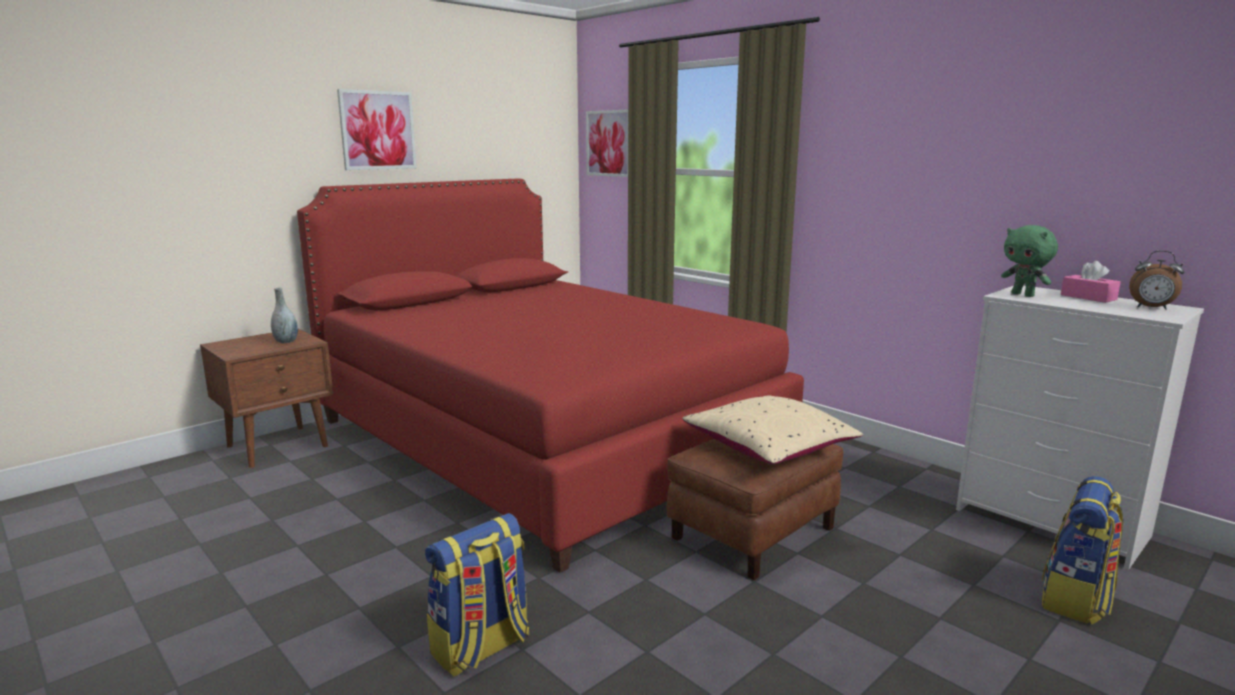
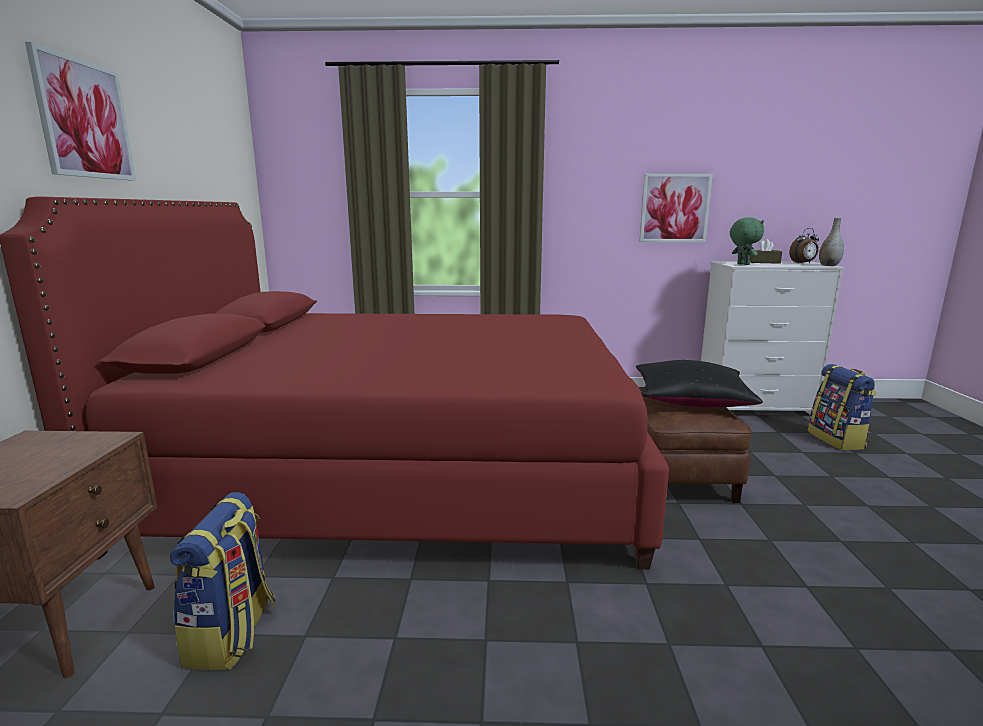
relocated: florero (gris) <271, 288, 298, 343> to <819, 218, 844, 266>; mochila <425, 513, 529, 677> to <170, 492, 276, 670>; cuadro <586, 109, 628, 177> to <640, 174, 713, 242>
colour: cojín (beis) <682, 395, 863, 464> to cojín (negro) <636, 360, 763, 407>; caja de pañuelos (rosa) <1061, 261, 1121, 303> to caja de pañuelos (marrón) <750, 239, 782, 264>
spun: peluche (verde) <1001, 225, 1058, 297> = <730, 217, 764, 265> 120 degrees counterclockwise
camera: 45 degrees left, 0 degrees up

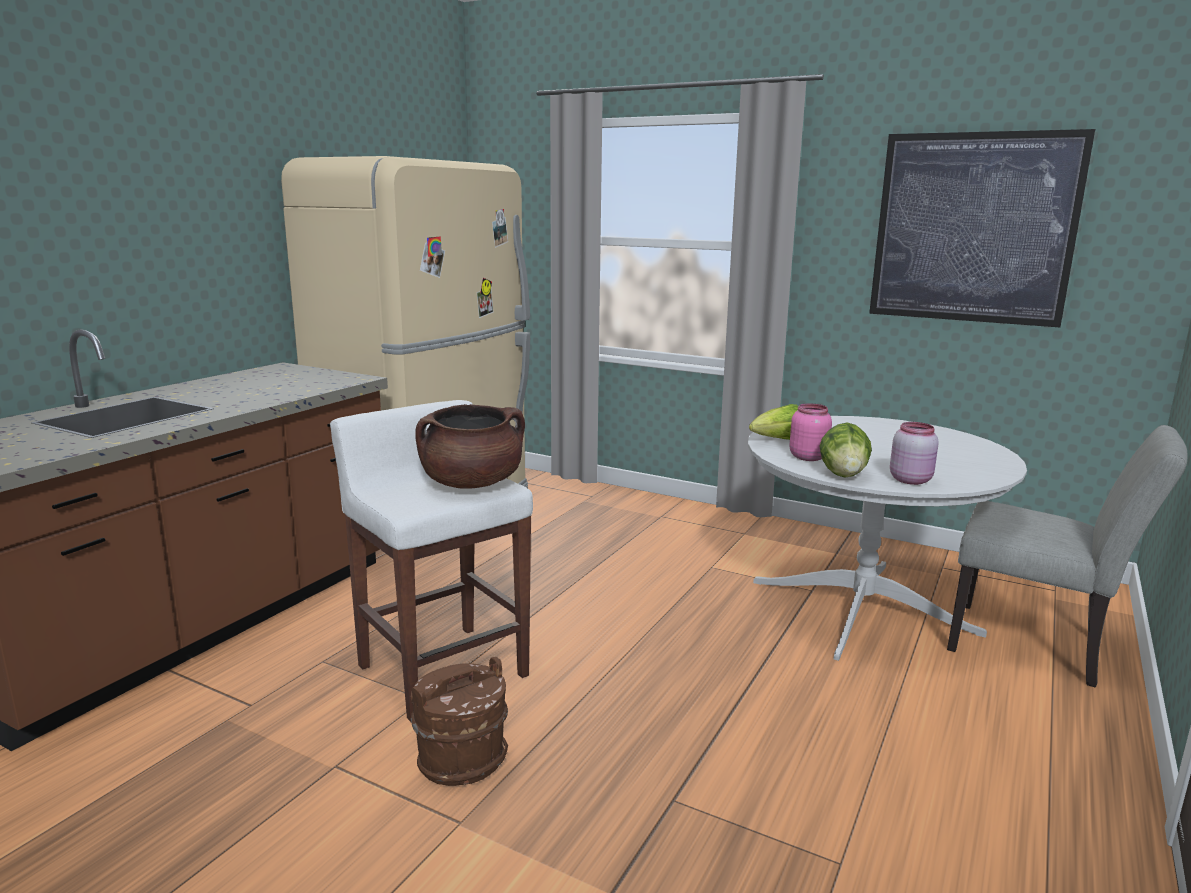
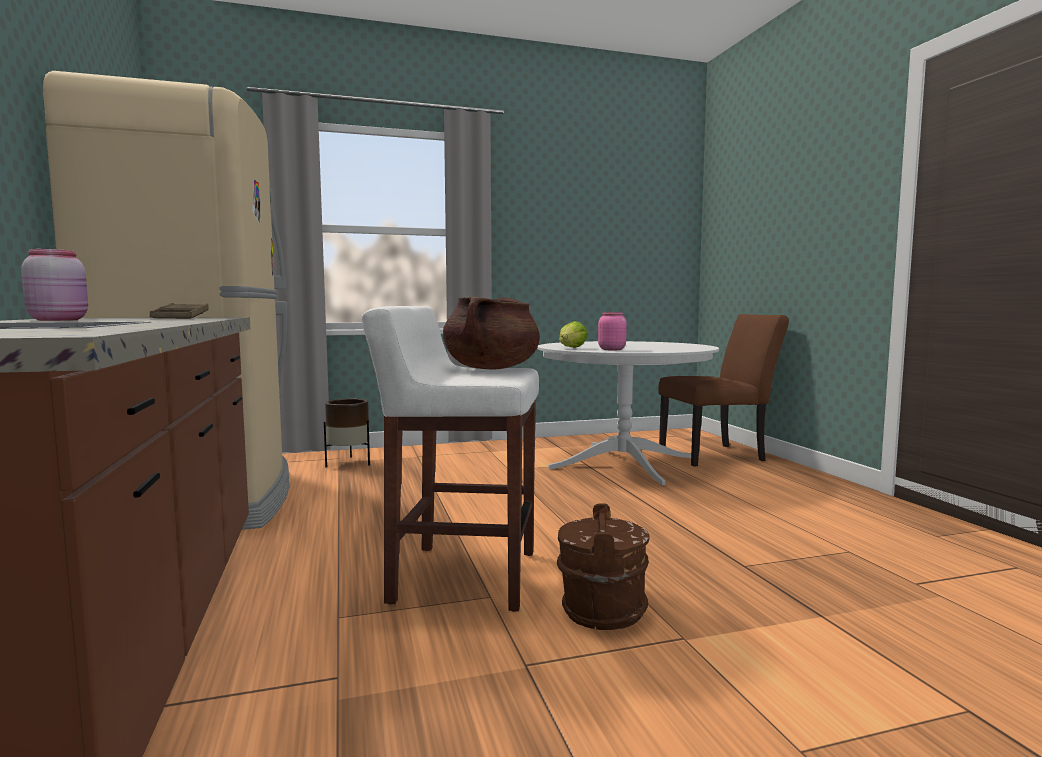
missing: lechuga <820, 422, 872, 478>; cuadro <869, 129, 1095, 327>
appeared: bandeja (marrón) <150, 303, 209, 319>; maceta (marrón) <324, 398, 370, 467>
relocated: tarro (rosa) <890, 422, 939, 485> to <21, 249, 88, 321>
colour: silla (gris) <947, 425, 1188, 687> to silla (marrón) <658, 314, 789, 467>
camera: 45 degrees left, 10 degrees down

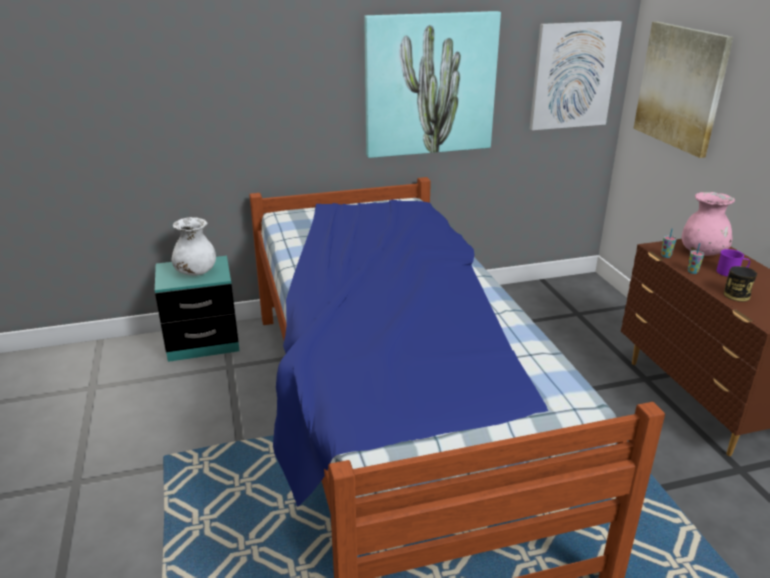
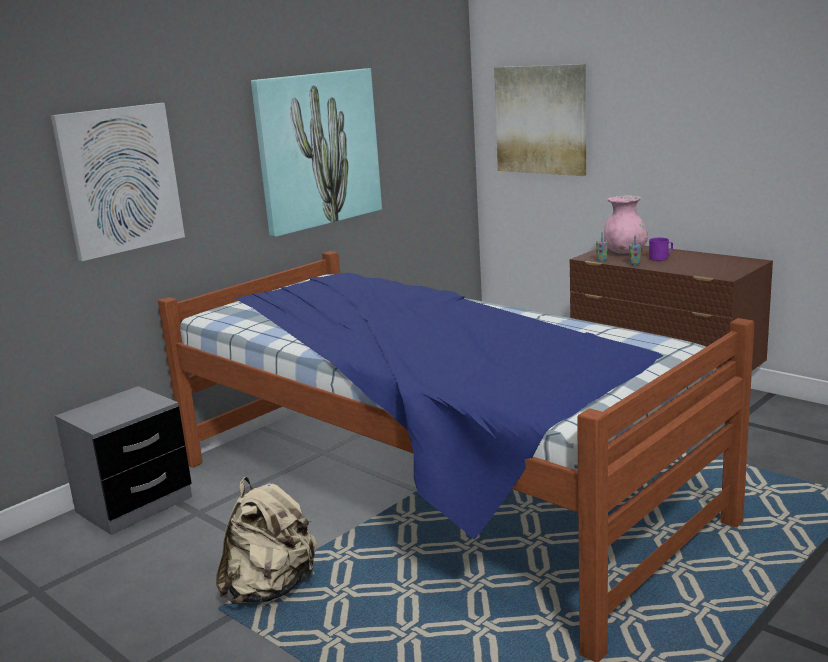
missing: florero (blanco) <171, 217, 216, 276>; lata <724, 266, 757, 302>
appeared: mochila (beis) <216, 477, 317, 604>
relocated: cuadro <530, 21, 622, 130> to <51, 103, 185, 261>
colour: mesita de noche (turquesa) <155, 256, 240, 362> to mesita de noche (gris) <55, 386, 192, 535>
camera: 30 degrees left, 10 degrees down

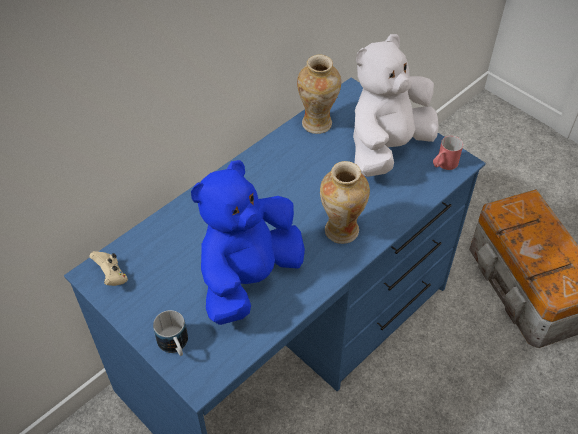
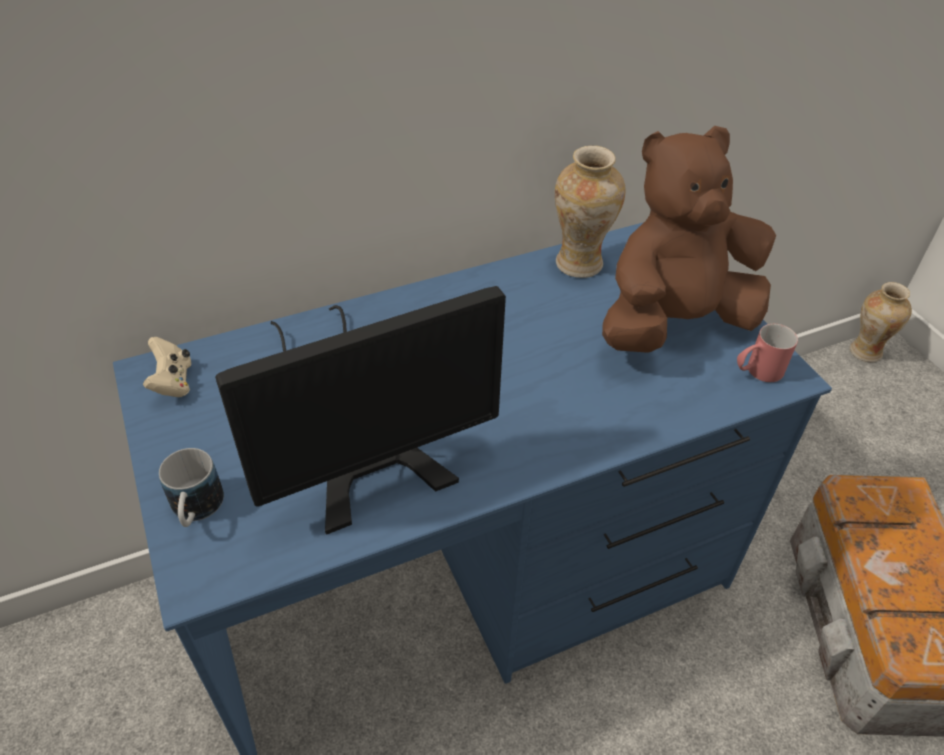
relocated: florero <320, 161, 370, 244> to <850, 282, 912, 362>
exchanged: peluche (azul) <191, 160, 305, 325> to monitor <215, 286, 506, 535>
colour: peluche (blanco) <353, 34, 439, 177> to peluche (marrón) <602, 126, 776, 353>
camera: 20 degrees right, 5 degrees down

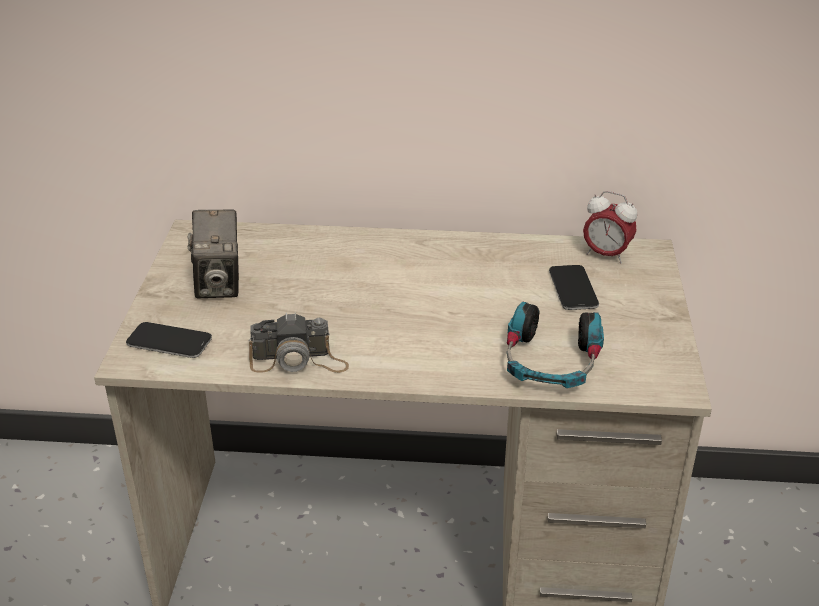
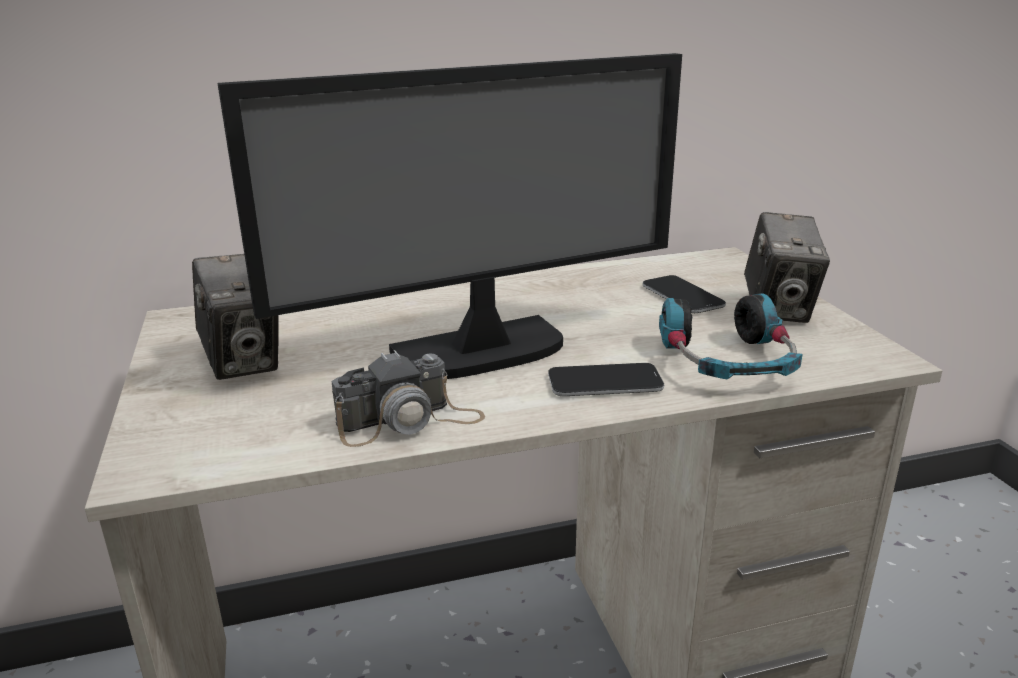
missing: despertador <583, 191, 637, 264>
appeared: monitor <217, 53, 682, 379>; cámara <744, 212, 830, 323>
relocated: móvil <126, 322, 212, 358> to <548, 363, 664, 396>
camera: 20 degrees left, 10 degrees down

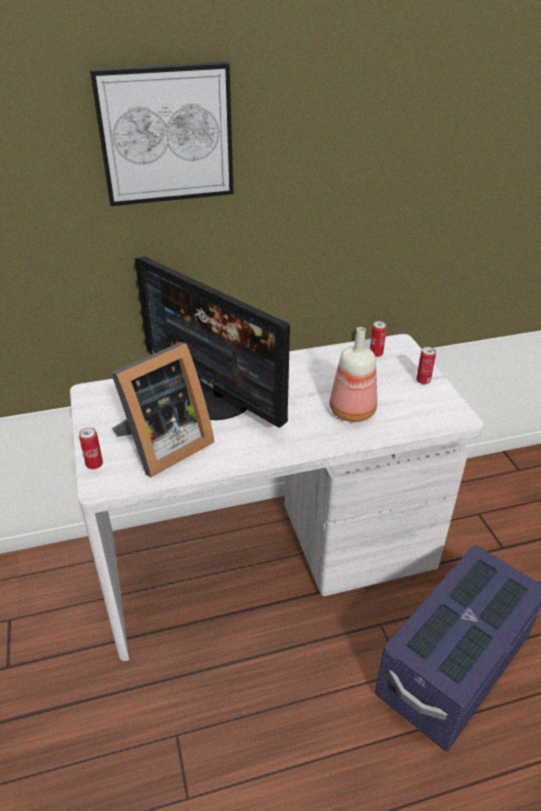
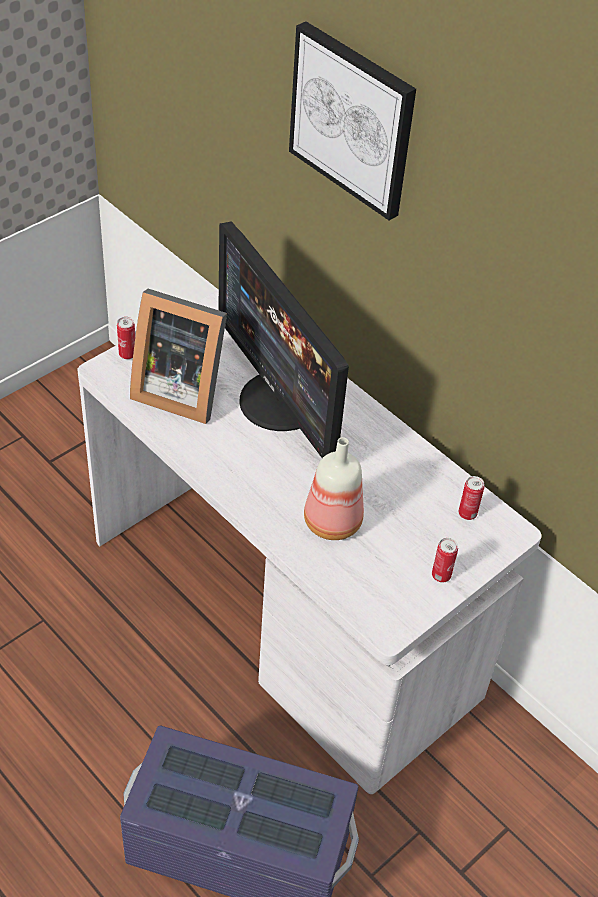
spun: monitor <135, 256, 290, 427> = <218, 222, 349, 458> 45 degrees counterclockwise
camera: 60 degrees right, 10 degrees up

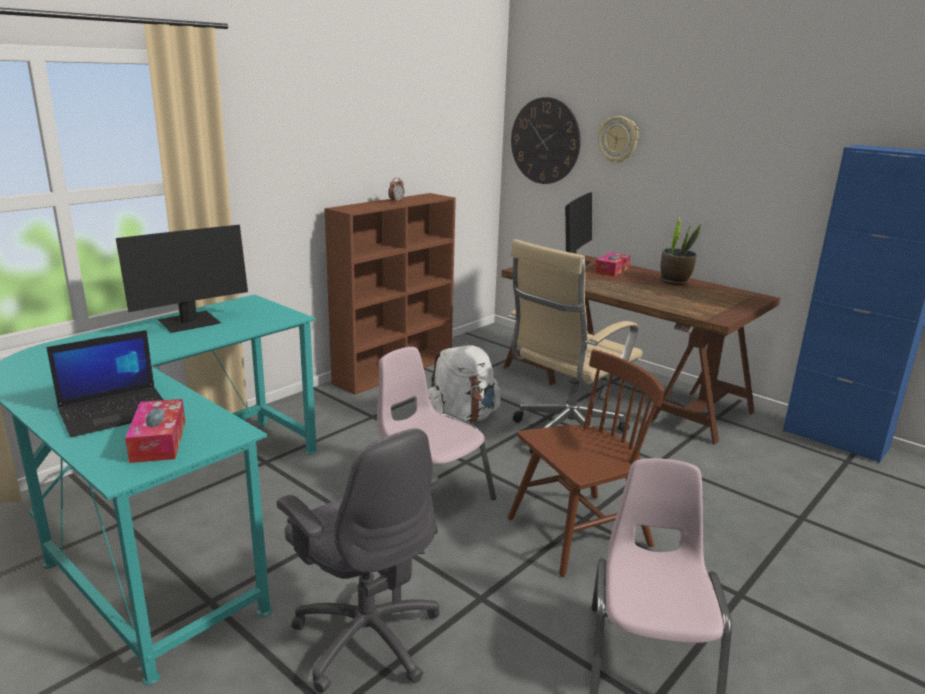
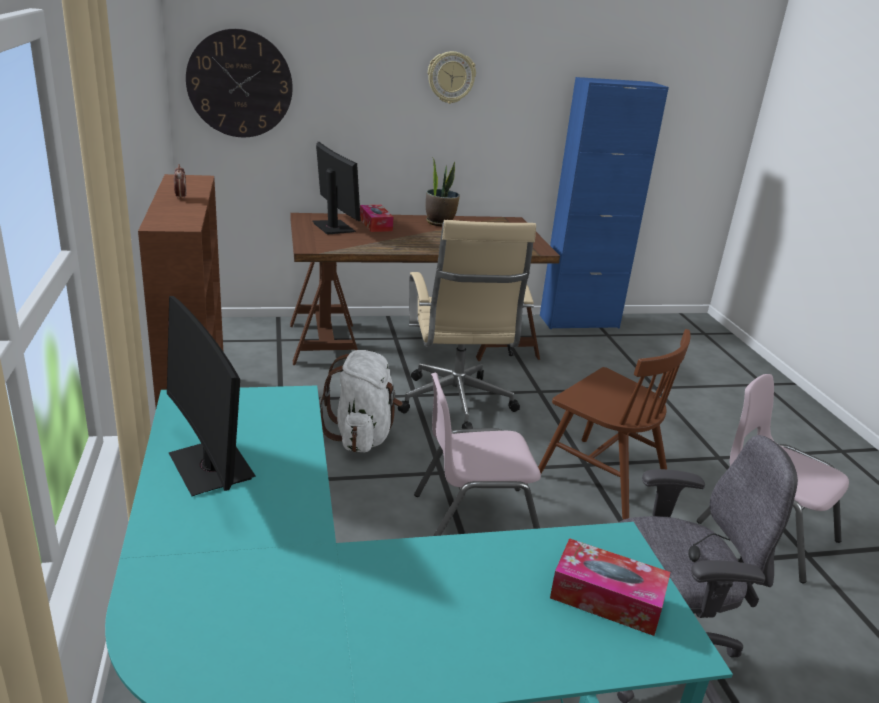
missing: portátil <46, 330, 163, 437>
relocated: reloj de pared <598, 116, 639, 163> to <428, 51, 476, 104>
spun: monitor <116, 225, 248, 333> = <167, 296, 256, 496> 150 degrees clockwise; silla (marrón) <508, 349, 665, 577> = <538, 329, 691, 519> 120 degrees clockwise
camera: 55 degrees left, 5 degrees up

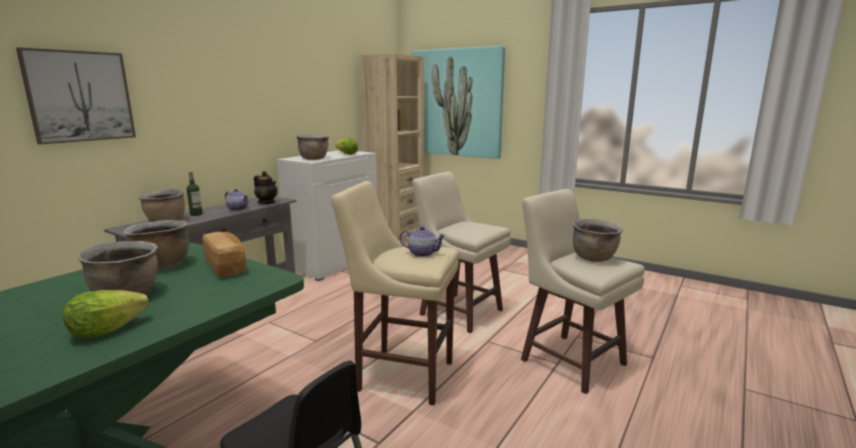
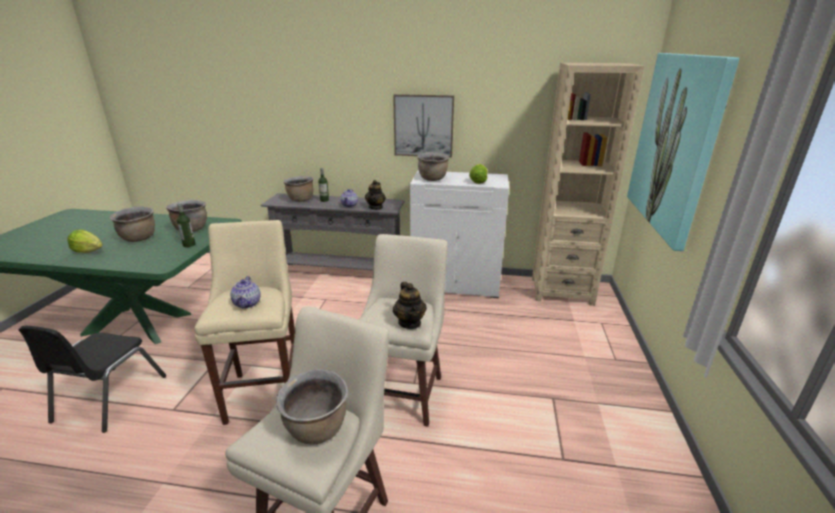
appeared: tetera <393, 282, 427, 329>
relocated: cuadro <16, 47, 136, 144> to <393, 94, 454, 158>
exchanged: pan <202, 232, 246, 278> to botella <177, 203, 196, 247>
camera: 65 degrees right, 10 degrees up

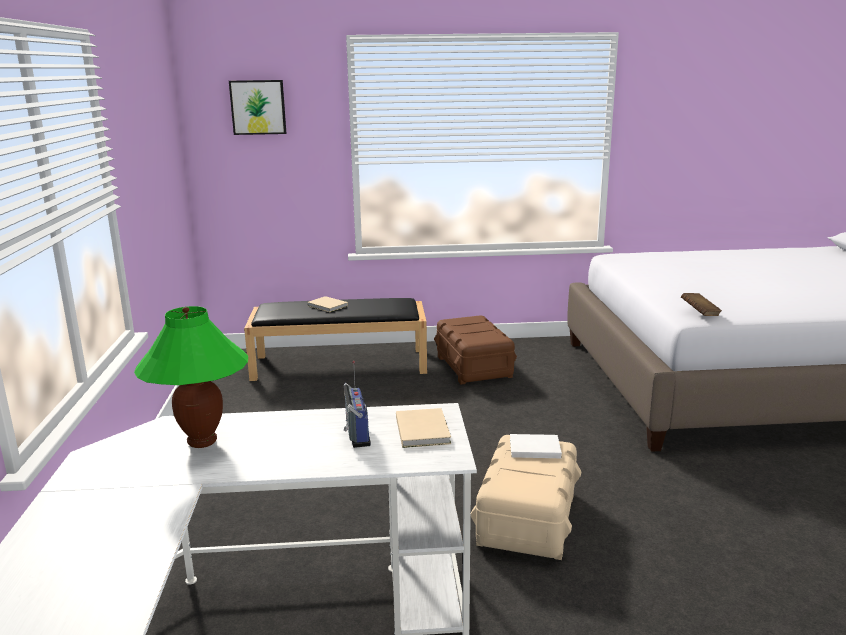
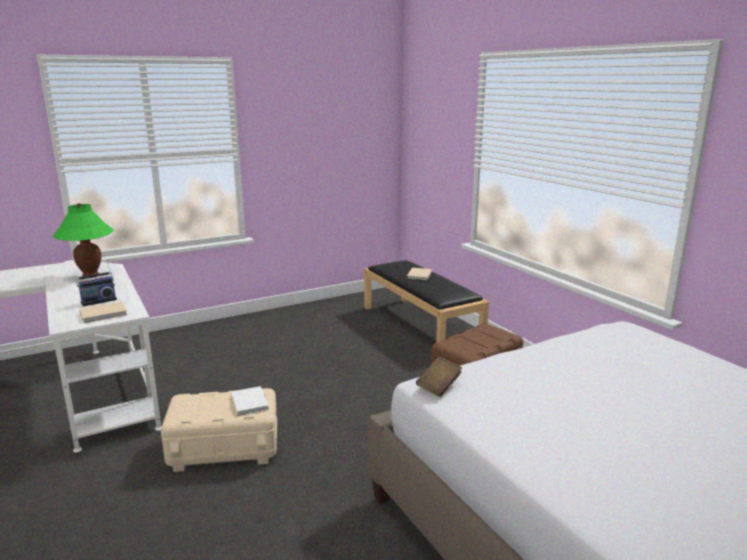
missing: cuadro <229, 80, 286, 135>
camera: 65 degrees right, 0 degrees up

